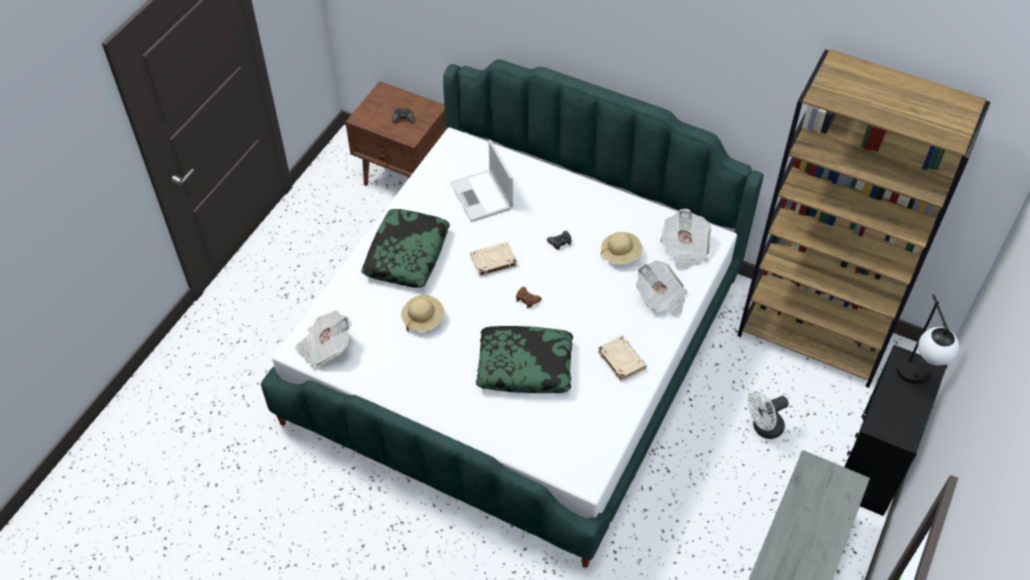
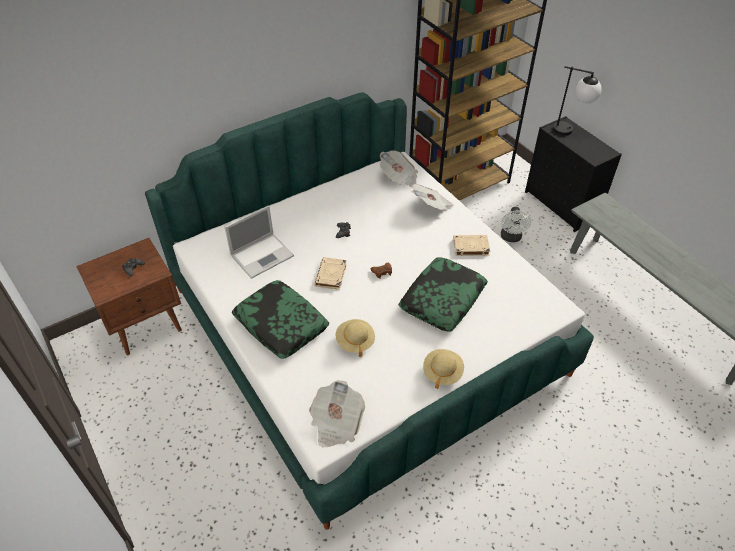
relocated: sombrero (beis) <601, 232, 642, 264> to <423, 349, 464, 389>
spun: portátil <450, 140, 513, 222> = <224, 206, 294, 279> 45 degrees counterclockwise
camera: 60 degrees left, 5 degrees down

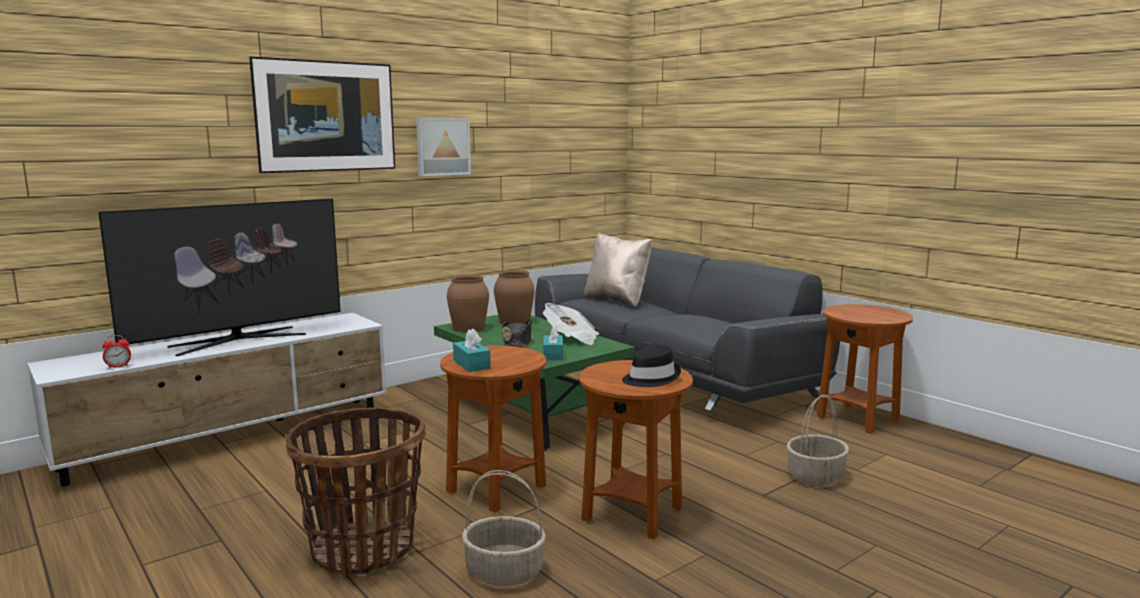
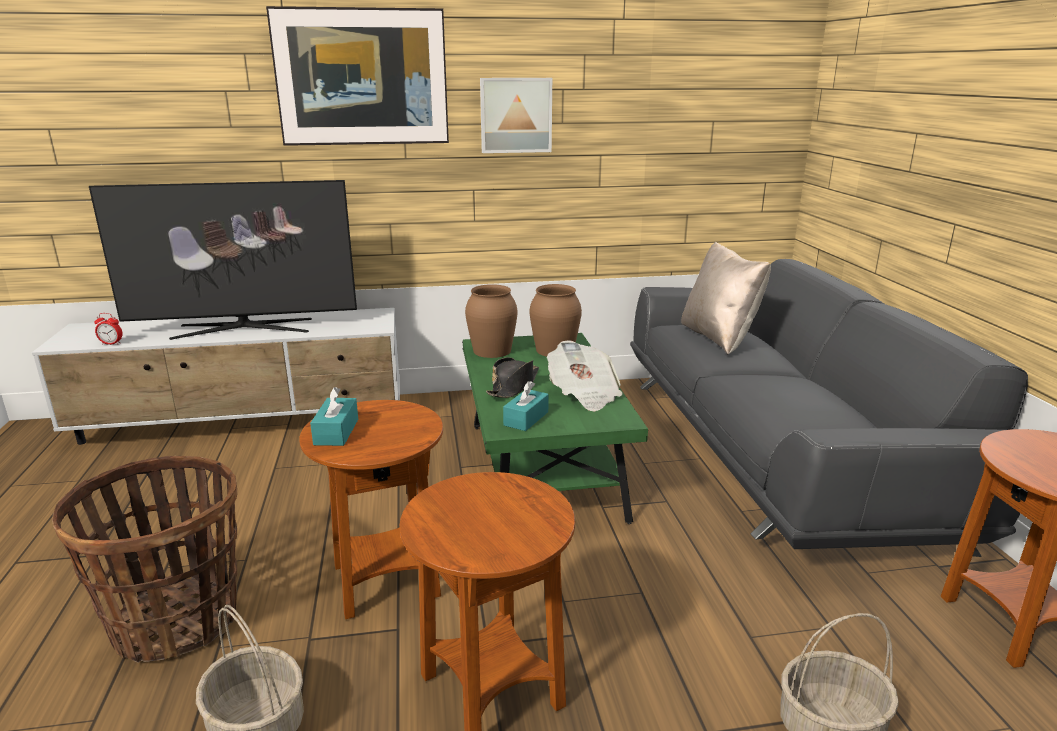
missing: sombrero (negro) <622, 345, 681, 387>
camera: 30 degrees right, 10 degrees up

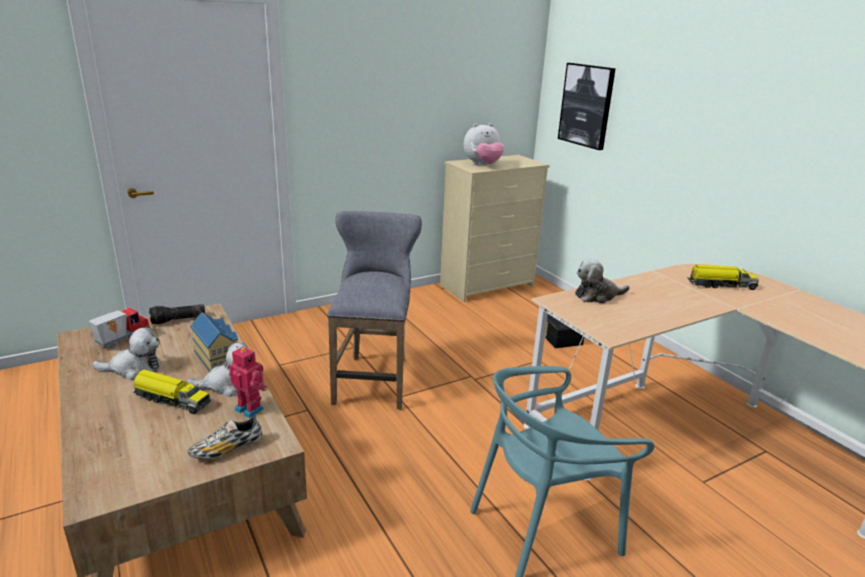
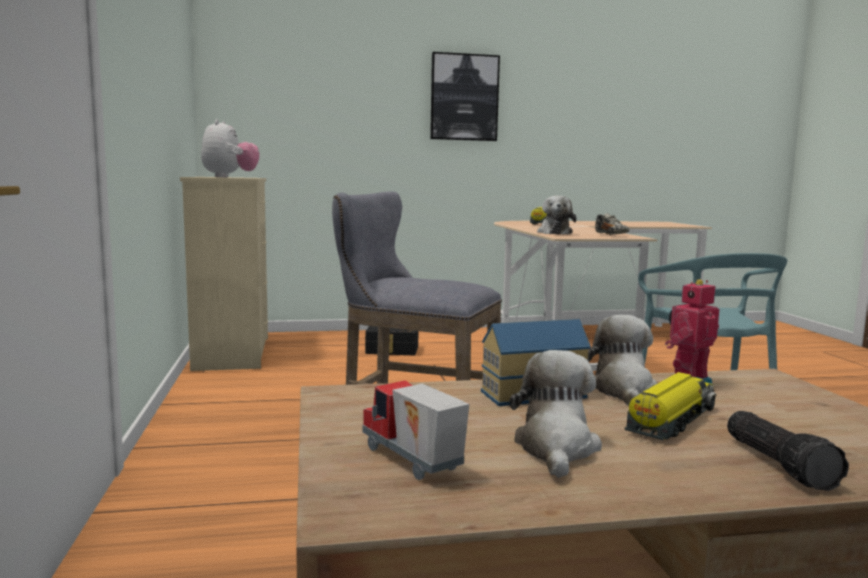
relocated: linterna <149, 304, 205, 324> to <727, 411, 849, 491>; zapato <188, 416, 262, 459> to <595, 213, 629, 235>; cuadro <558, 63, 616, 150> to <430, 52, 500, 141>
camera: 70 degrees left, 15 degrees down

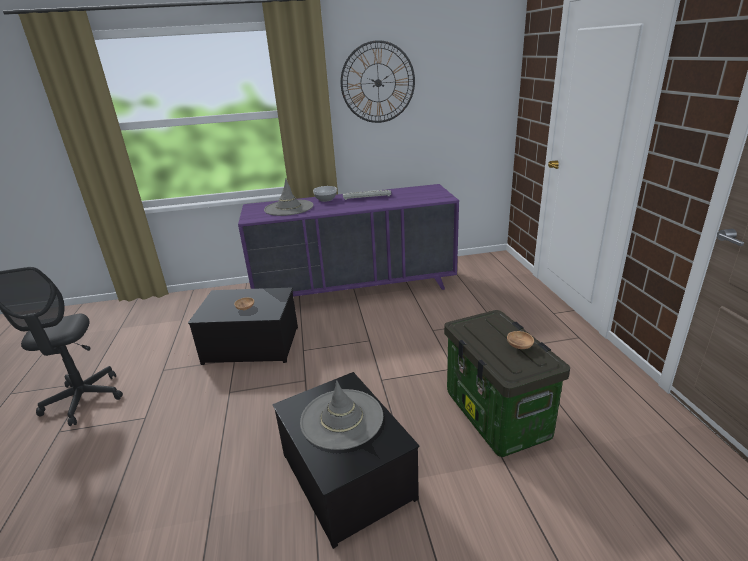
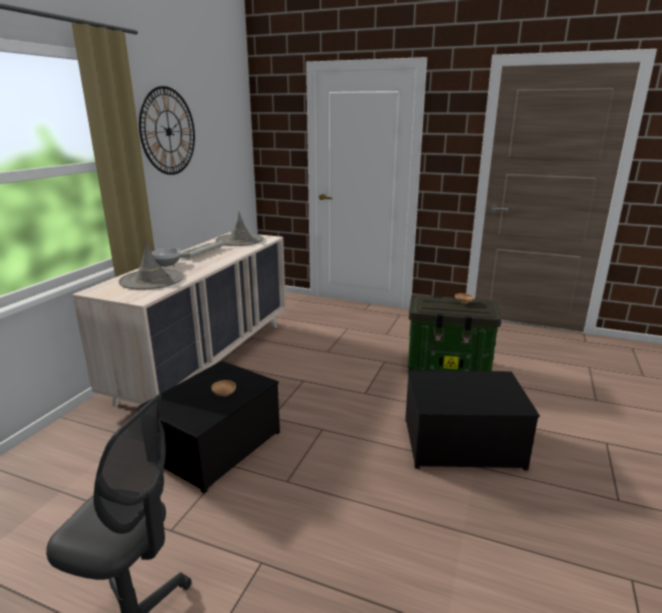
relocated: sombrero (gris) <300, 381, 383, 450> to <215, 212, 264, 246>
colour: cómoda (morado) <238, 184, 459, 297> to cómoda (beis) <72, 232, 286, 407>
camera: 60 degrees left, 5 degrees down

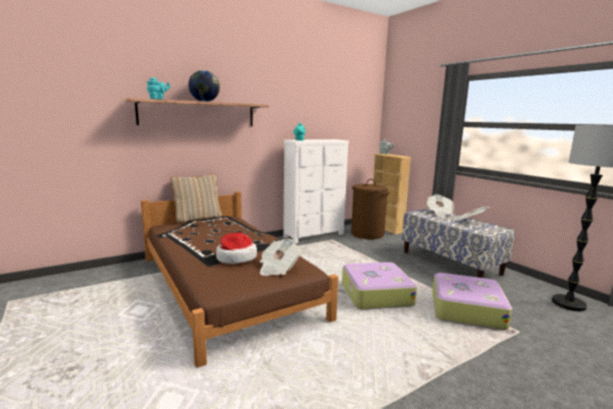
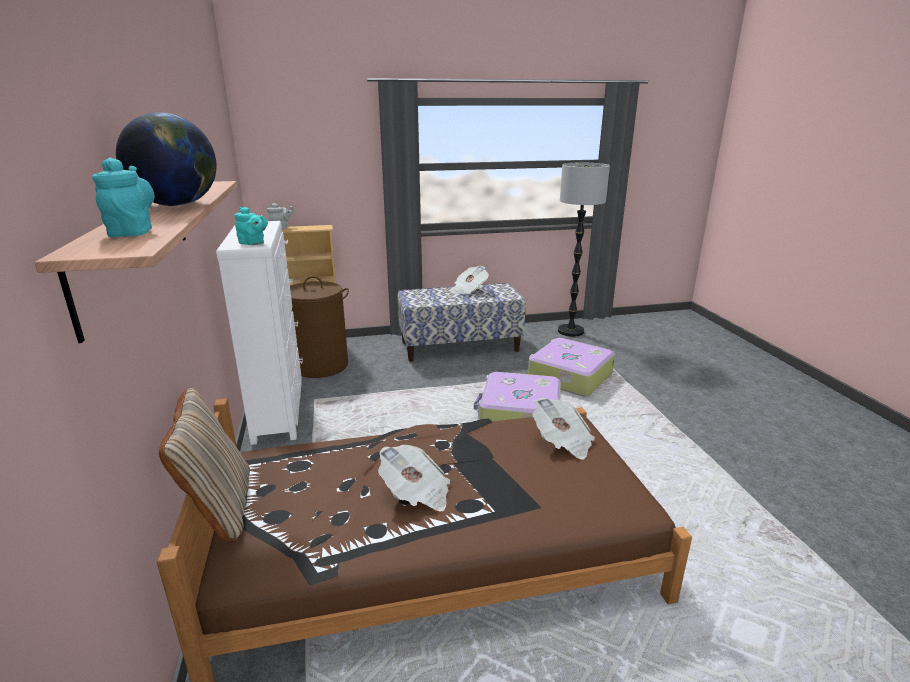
missing: sombrero <216, 232, 257, 264>
relocated: periódico <427, 194, 454, 216> to <378, 445, 450, 511>
camera: 70 degrees left, 10 degrees up

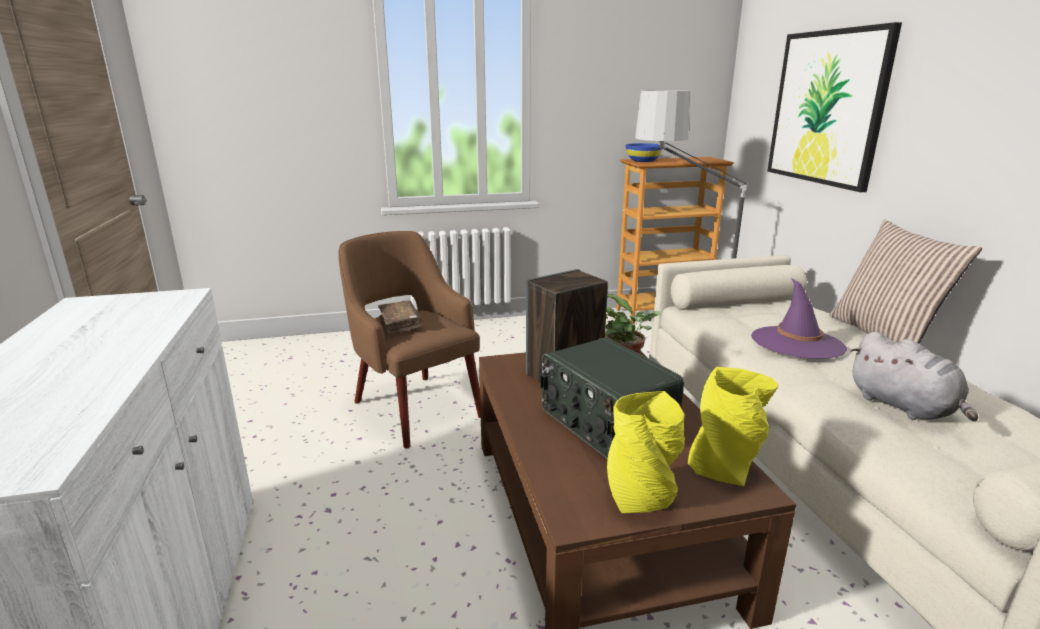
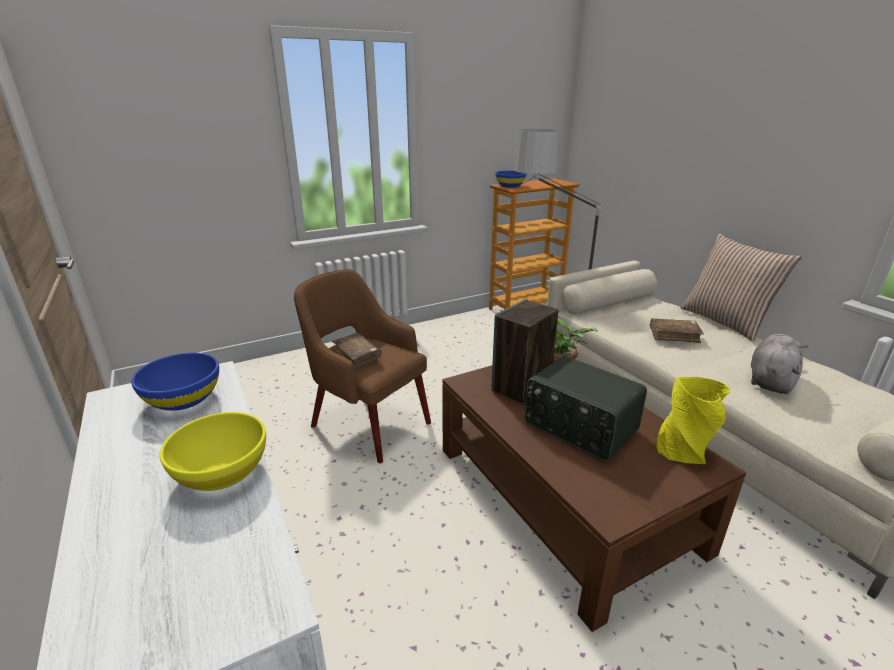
missing: florero (amarillo) <607, 391, 685, 513>; cuadro <767, 22, 902, 192>
appeared: cuenco (azul) <131, 353, 219, 411>; cuenco (amarillo) <159, 412, 266, 491>
exchanged: sombrero (morado) <751, 278, 847, 359> to libro (marrón) <650, 318, 704, 343>
spun: peluche (gris) <850, 332, 978, 421> = <751, 334, 808, 394> 105 degrees counterclockwise
camera: 15 degrees left, 5 degrees up

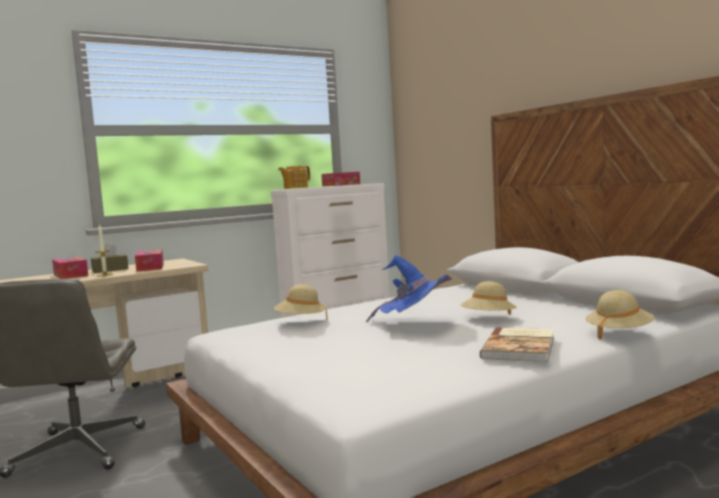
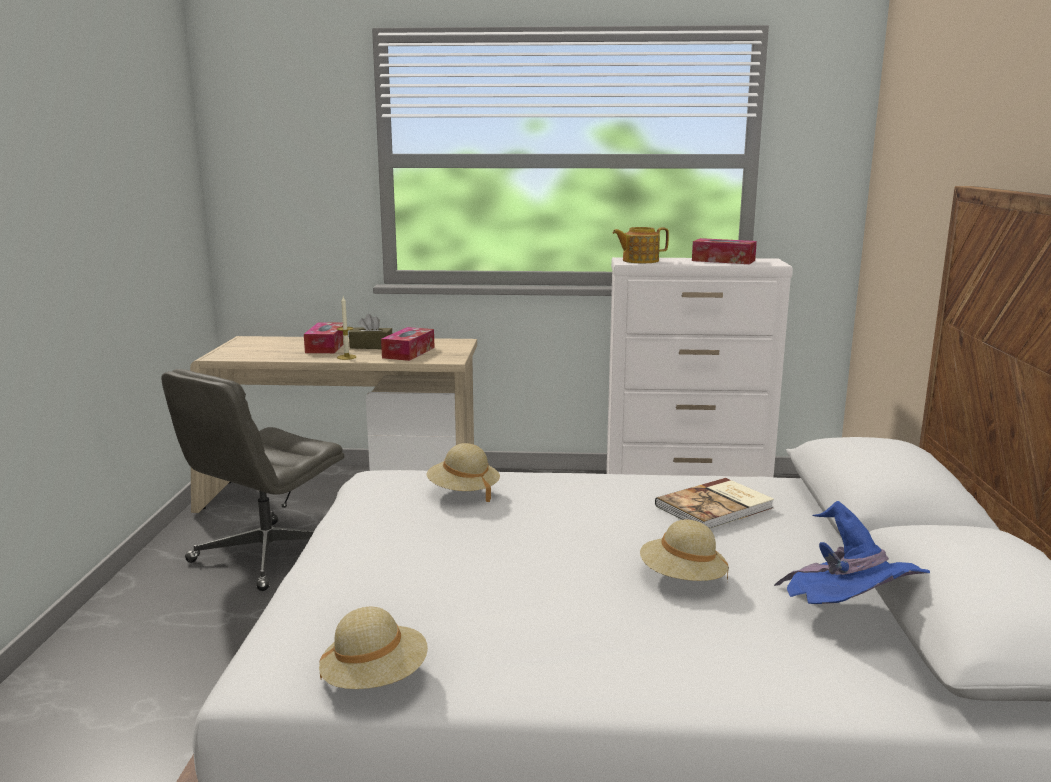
relocated: sombrero (azul) <366, 255, 452, 322> to <774, 501, 930, 604>; libro <480, 327, 554, 363> to <655, 478, 774, 529>; sombrero (beis) <586, 290, 654, 340> to <319, 607, 428, 689>
camera: 35 degrees right, 10 degrees up

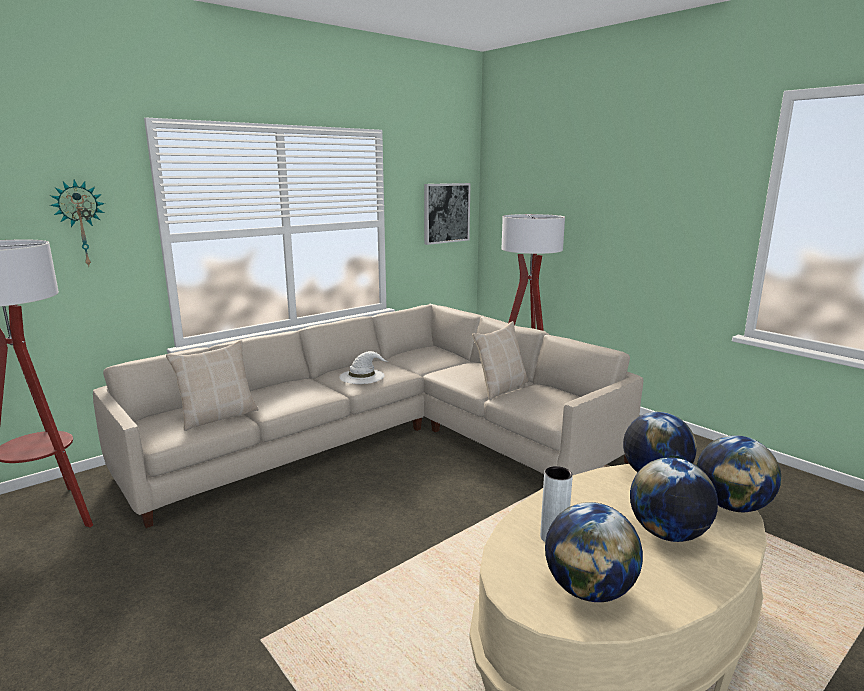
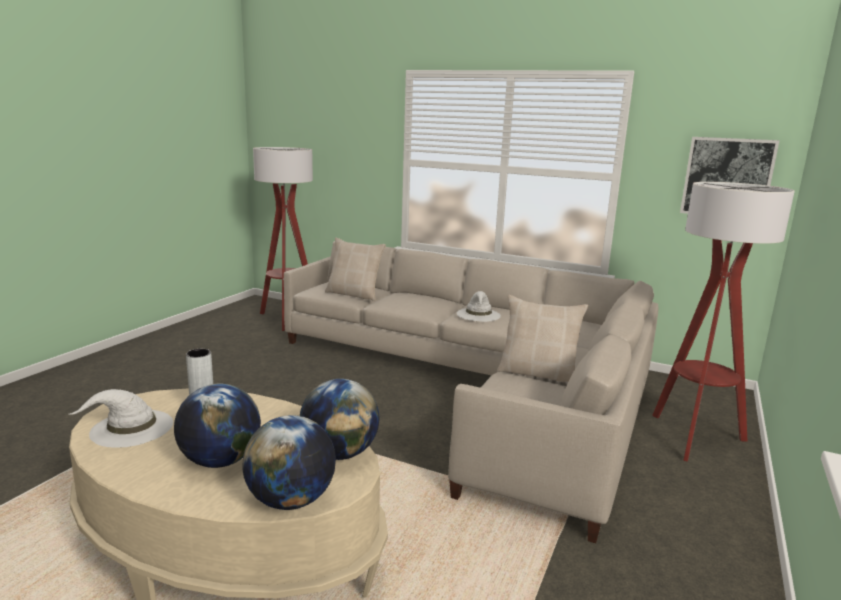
missing: reloj de pared <50, 179, 105, 266>
exchanged: globo terráqueo <545, 502, 643, 602> to sombrero (blanco) <70, 389, 173, 448>
camera: 65 degrees right, 0 degrees up

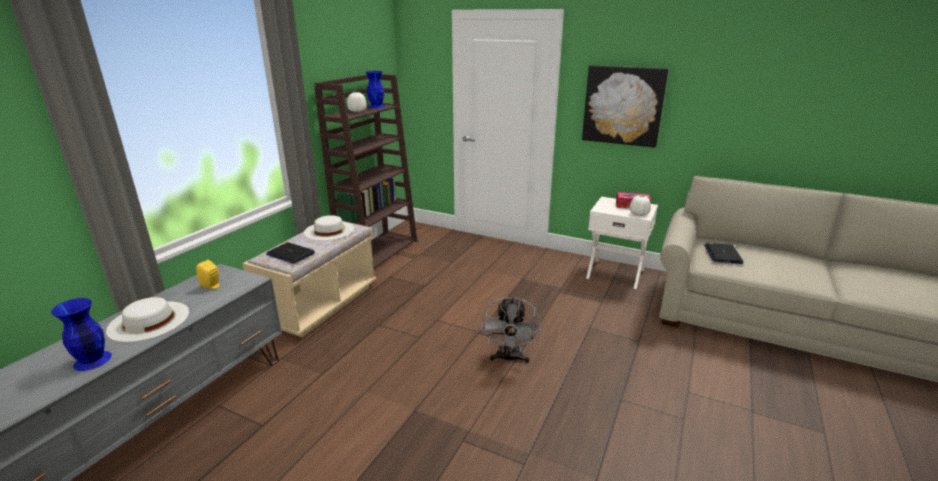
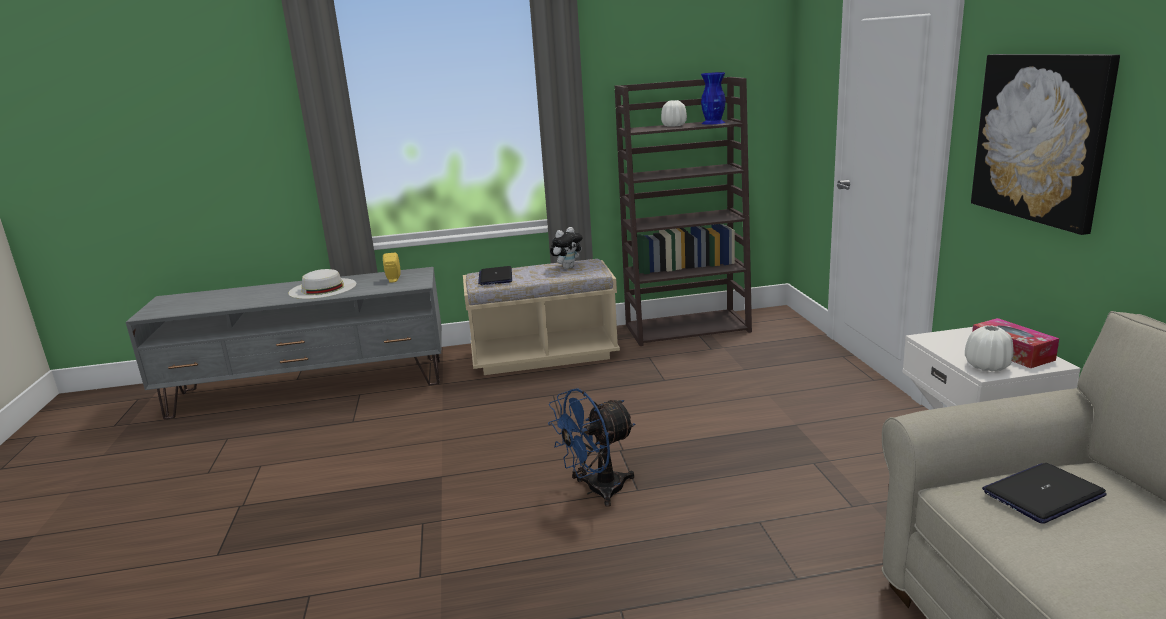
missing: florero (azul) <51, 298, 112, 371>
exchanged: sombrero (blanco) <304, 215, 354, 241> to peluche <550, 227, 583, 269>
colour: ventilador (gris) <481, 295, 541, 363> to ventilador (azul) <548, 388, 635, 507>
camera: 55 degrees right, 5 degrees down

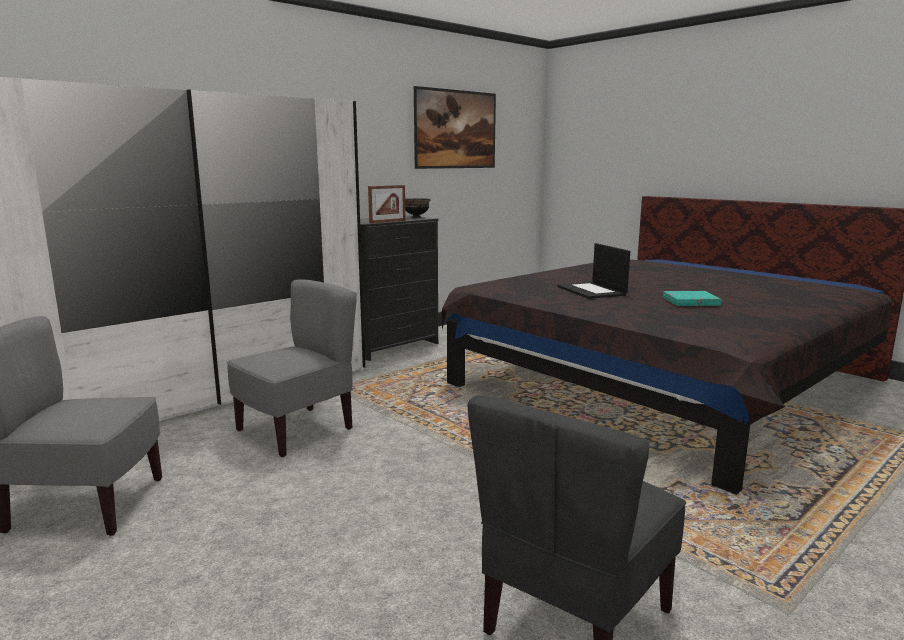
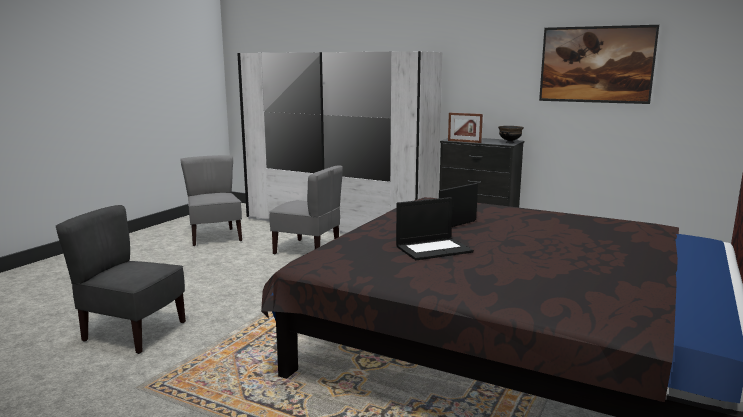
exchanged: libro (turquesa) <663, 291, 722, 306> to portátil <396, 197, 474, 260>
camera: 70 degrees right, 0 degrees up

